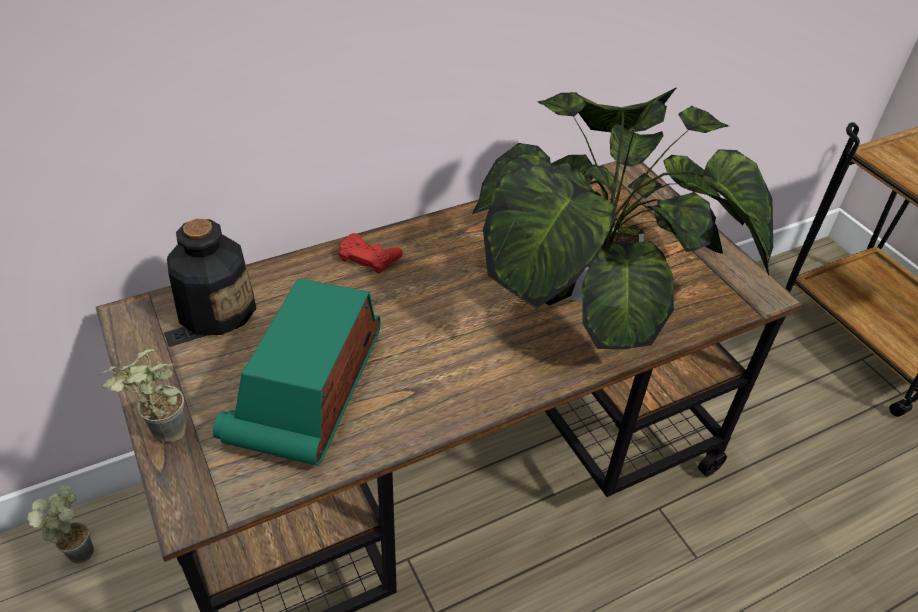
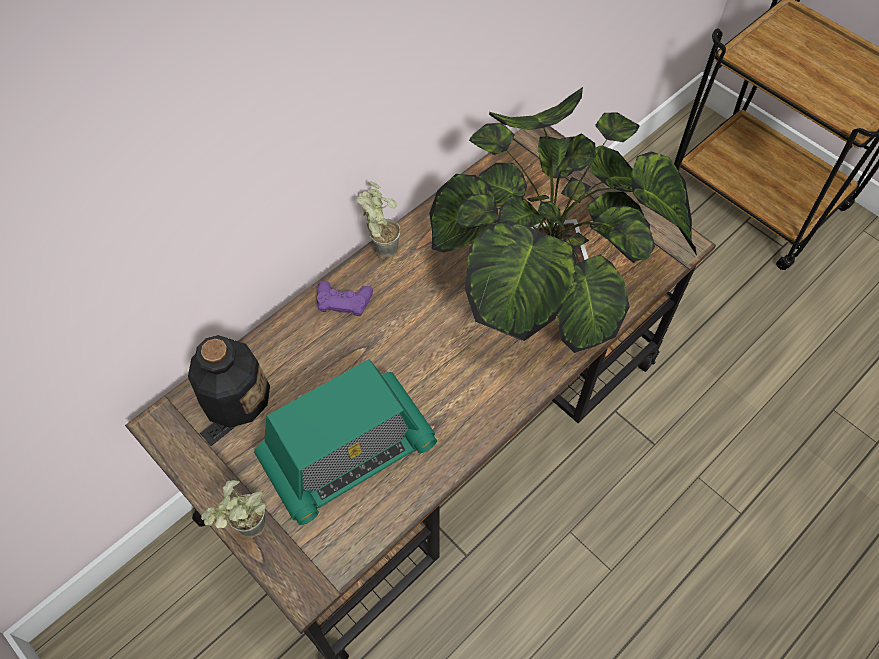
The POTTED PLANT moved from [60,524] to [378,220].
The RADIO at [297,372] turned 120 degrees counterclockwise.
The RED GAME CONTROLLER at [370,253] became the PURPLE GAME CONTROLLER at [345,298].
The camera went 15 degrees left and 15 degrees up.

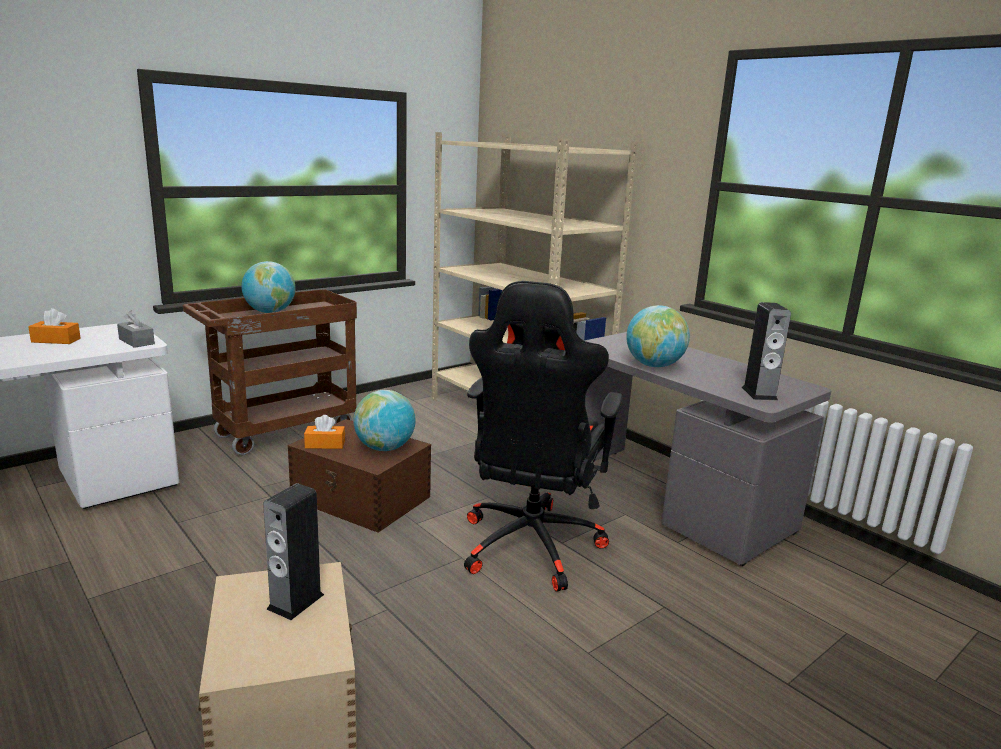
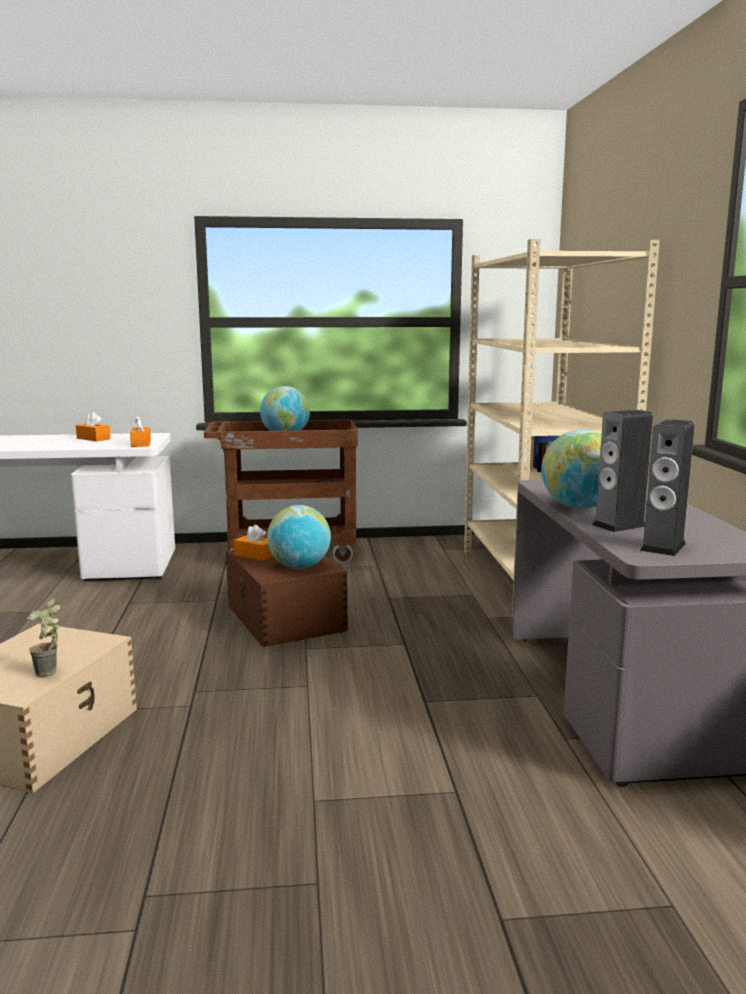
The GREY TISSUE BOX at [136,329] became the ORANGE TISSUE BOX at [140,431].
The SPEAKER moved from [293,551] to [622,471].
The BLACK OFFICE CHAIR at [543,436] disappeared.
The POTTED PLANT at [43,637] appeared.
The camera went 35 degrees right and 5 degrees down.

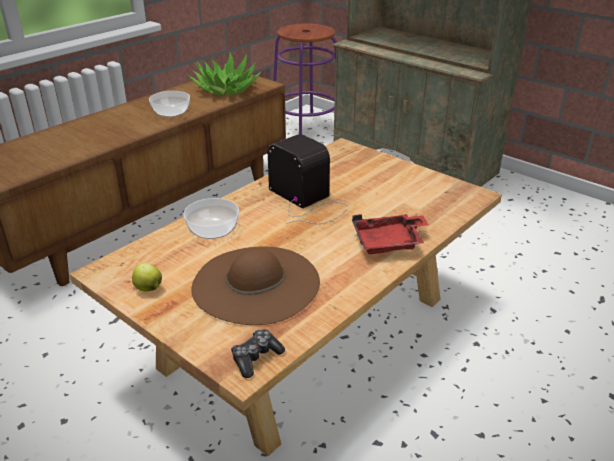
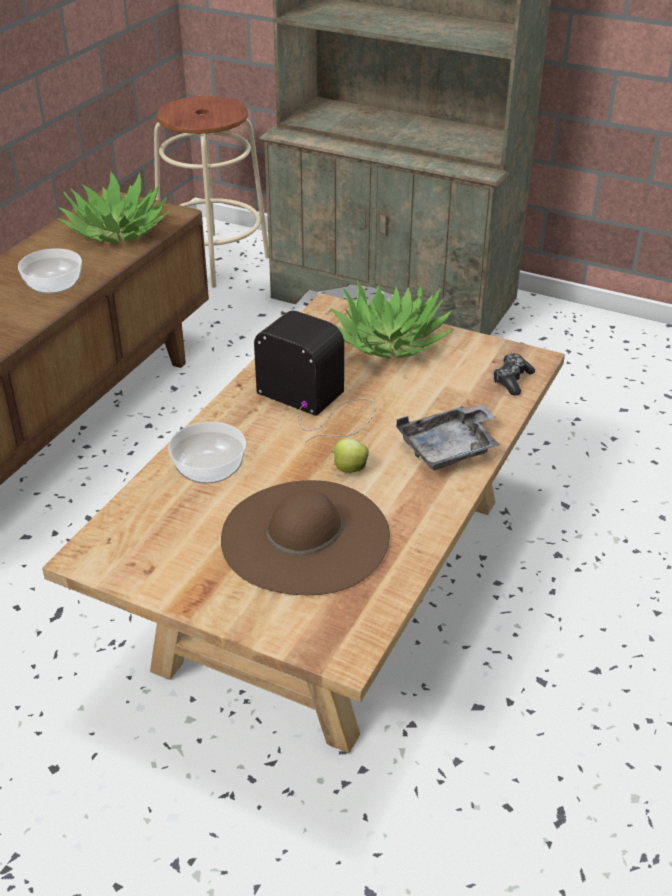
The APPLE moved from [147,277] to [350,456].
The GAME CONTROLLER moved from [258,354] to [514,375].
The PURPLE STOOL at [305,79] became the BEIGE STOOL at [211,192].
The RED TRAY at [390,234] became the GREY TRAY at [448,437].
The POTTED PLANT at [391,319] appeared.
The camera went 15 degrees left and 5 degrees up.

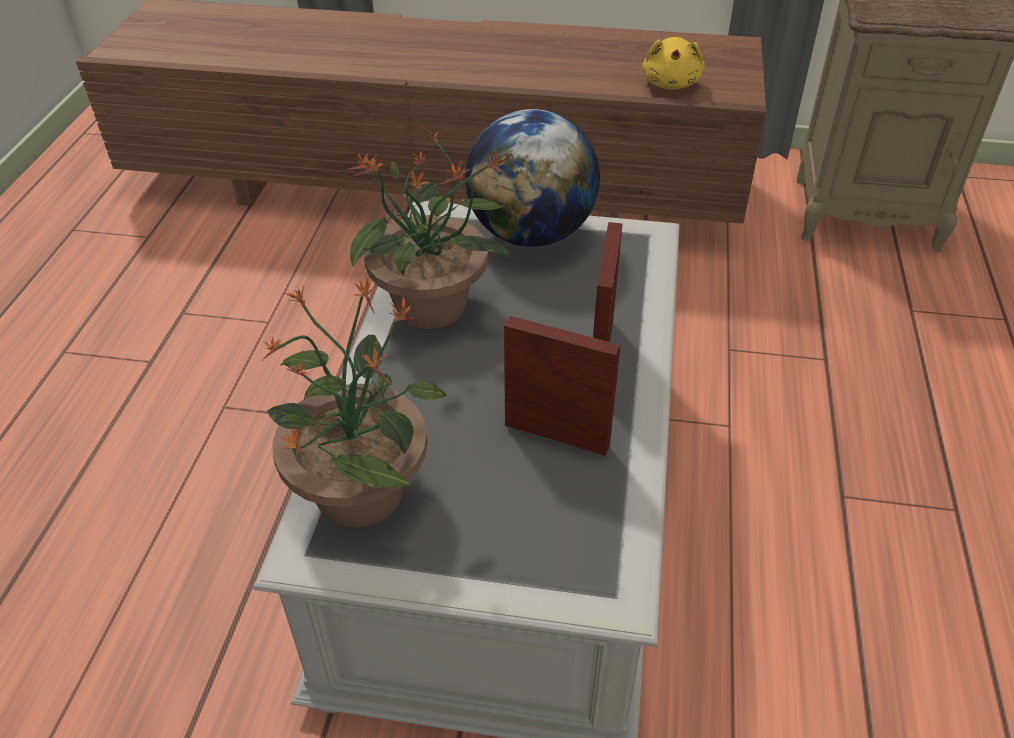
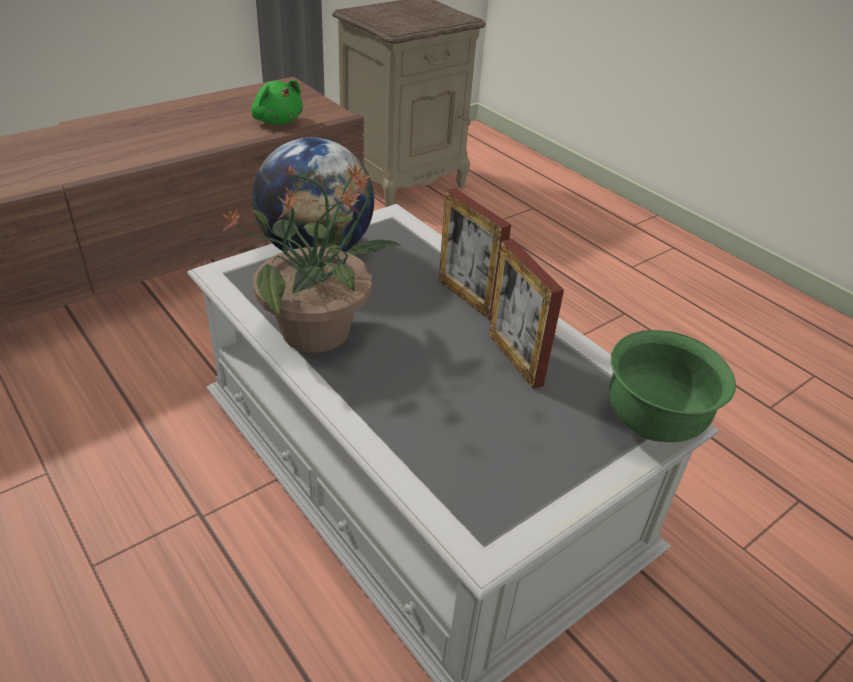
The POTTED PLANT at [354,403] disappeared.
The PICTURE FRAME at [562,385] turned 90 degrees counterclockwise.
The YELLOW PLUSH TOY at [673,63] became the GREEN PLUSH TOY at [277,102].
The GREEN BOWL at [672,386] appeared.
The camera went 50 degrees left and 5 degrees down.

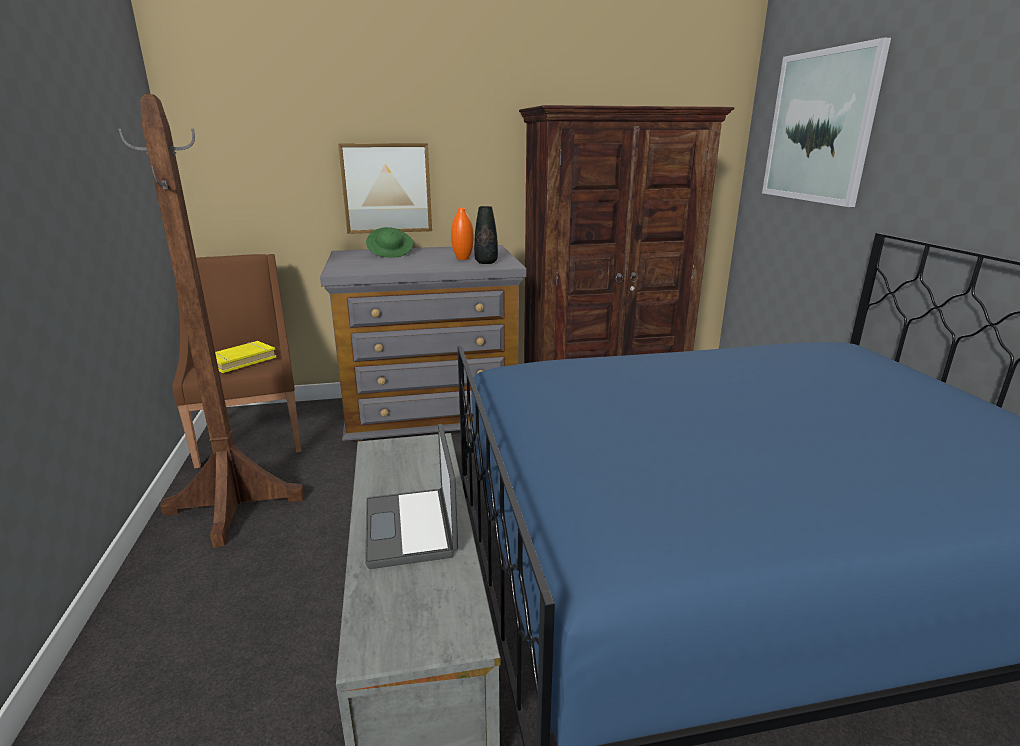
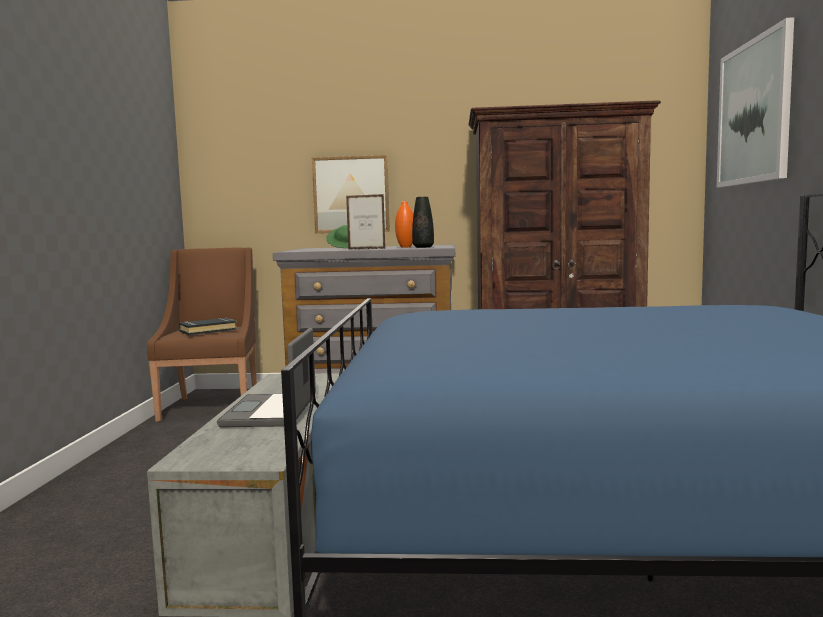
The BROWN CLOTHES RACK at [211,321] disappeared.
The YELLOW BOOK at [245,357] became the BLACK BOOK at [208,326].
The PICTURE FRAME at [366,221] appeared.
The camera went 15 degrees right and 15 degrees down.

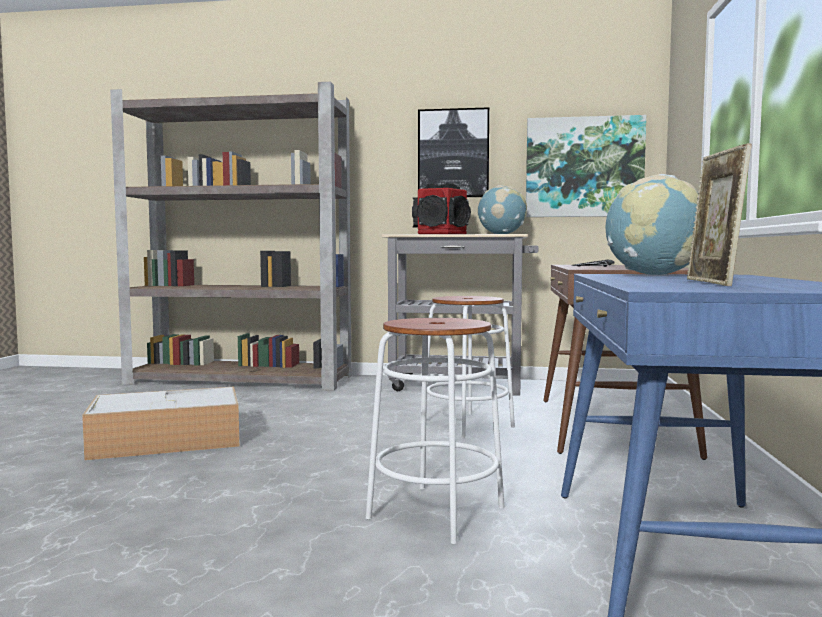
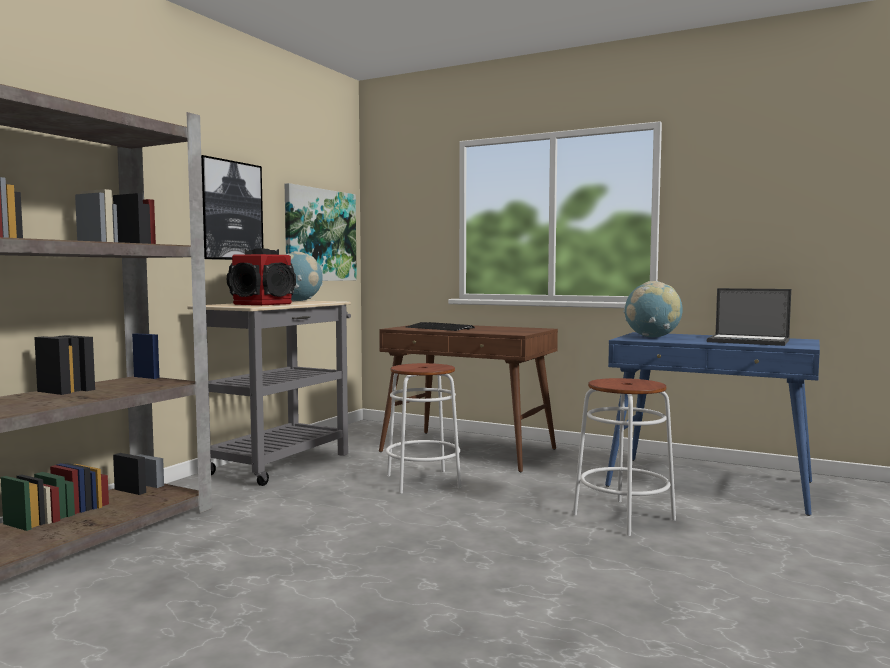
The STORAGE BOX at [160,423] disappeared.
The PICTURE FRAME at [719,214] was replaced by the LAPTOP at [749,317].
The camera went 70 degrees left and 0 degrees up.

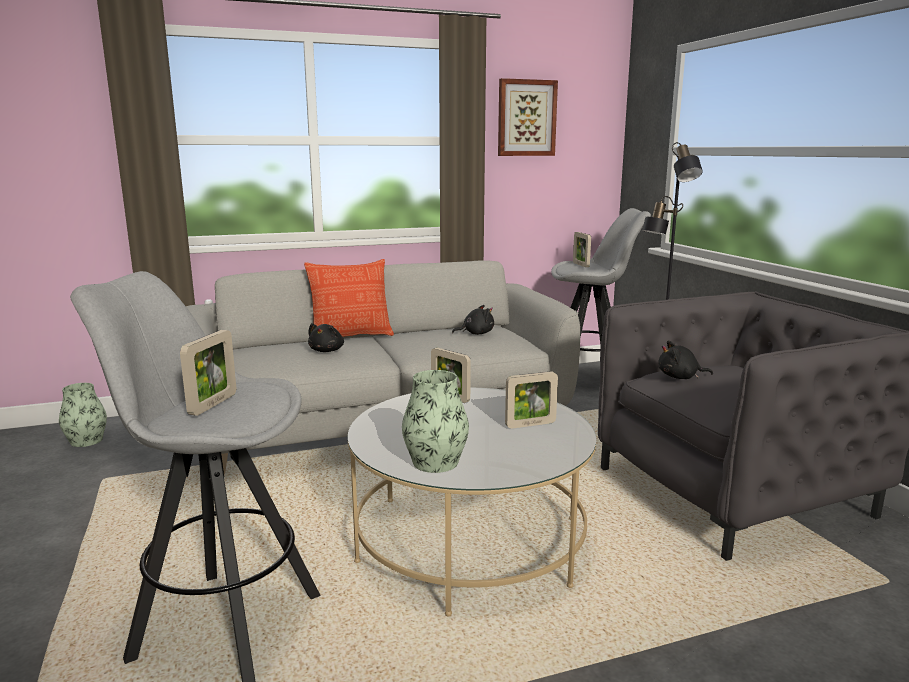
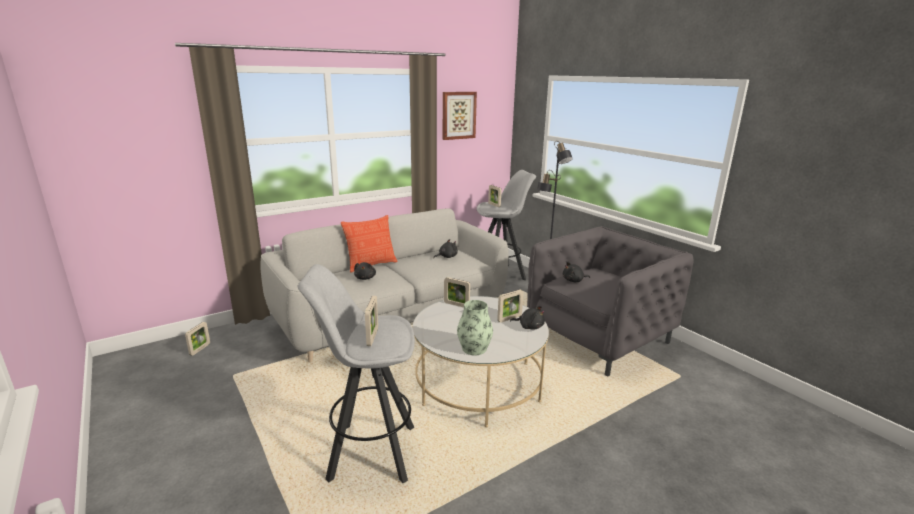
The VASE at [83,415] was replaced by the PICTURE FRAME at [197,339].
The BLACK PLUSH TOY at [527,318] appeared.
The camera went 15 degrees left and 5 degrees up.

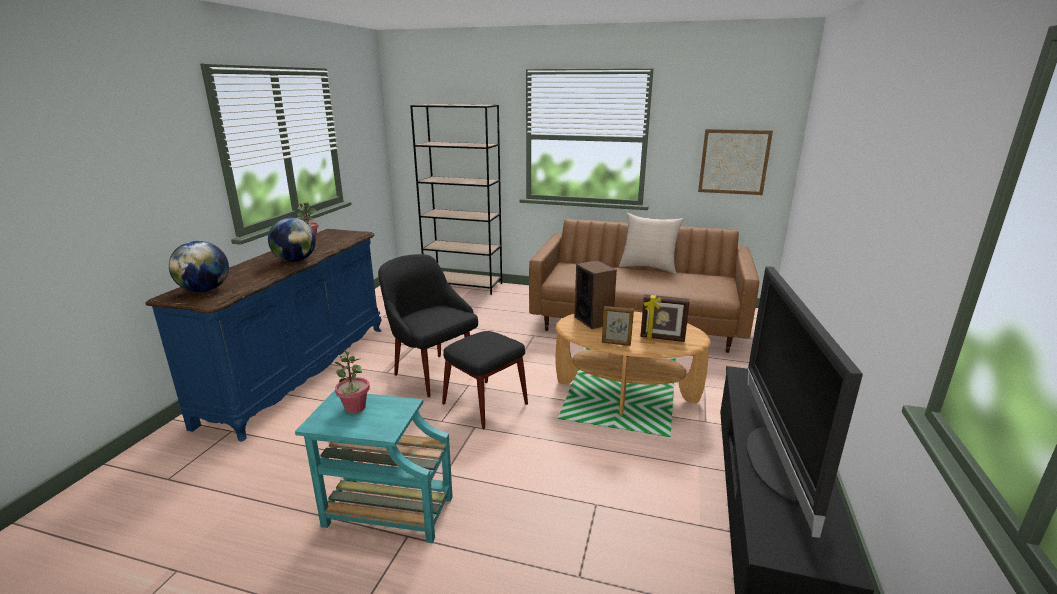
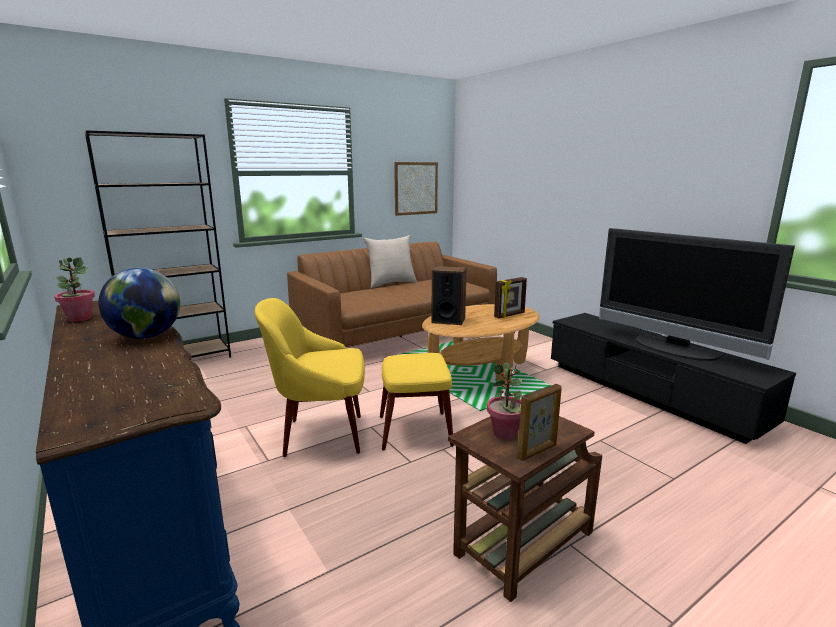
The GLOBE at [199,266] disappeared.
The TURQUOISE SIDE TABLE at [374,466] became the BROWN SIDE TABLE at [525,509].
The BLACK ARMCHAIR at [453,342] became the YELLOW ARMCHAIR at [354,377].
The PICTURE FRAME moved from [618,326] to [539,422].
The camera went 50 degrees left and 5 degrees down.

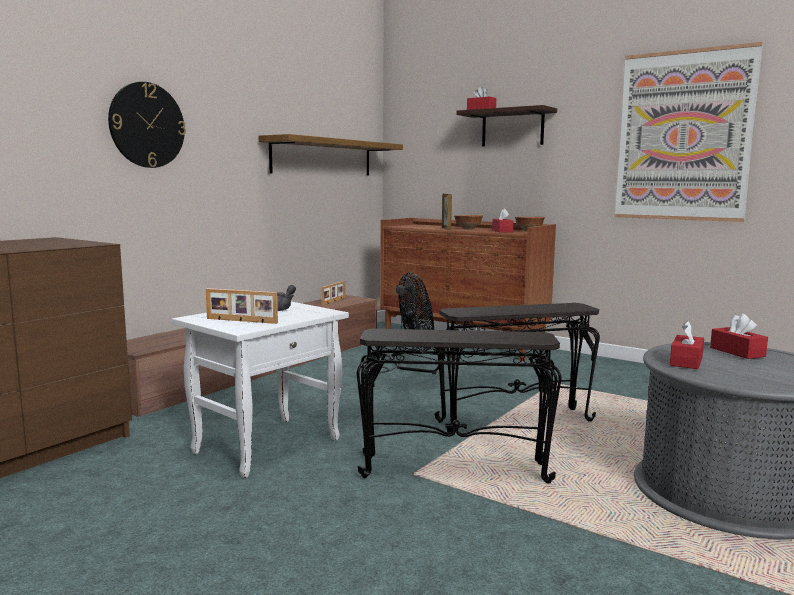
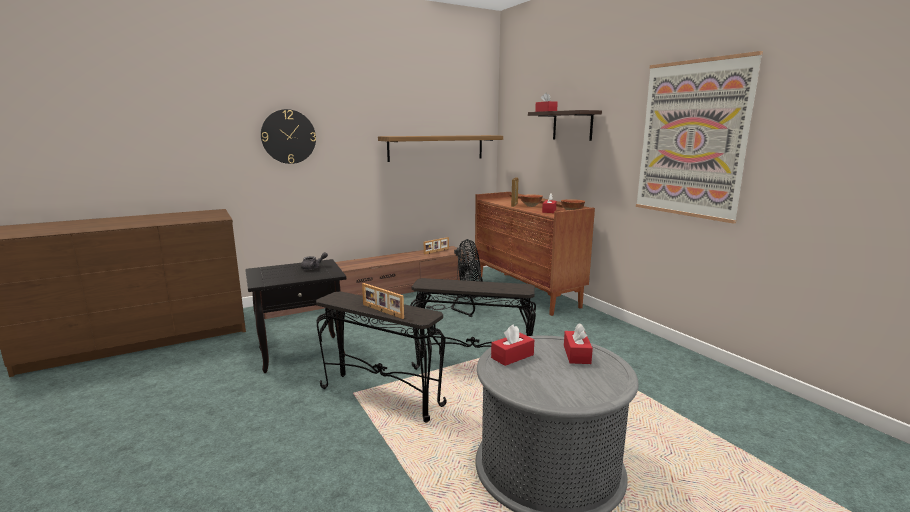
The WHITE SIDE TABLE at [260,390] became the BLACK SIDE TABLE at [296,316].
The PICTURE FRAME moved from [242,306] to [383,301].
The camera went 25 degrees right and 5 degrees up.

